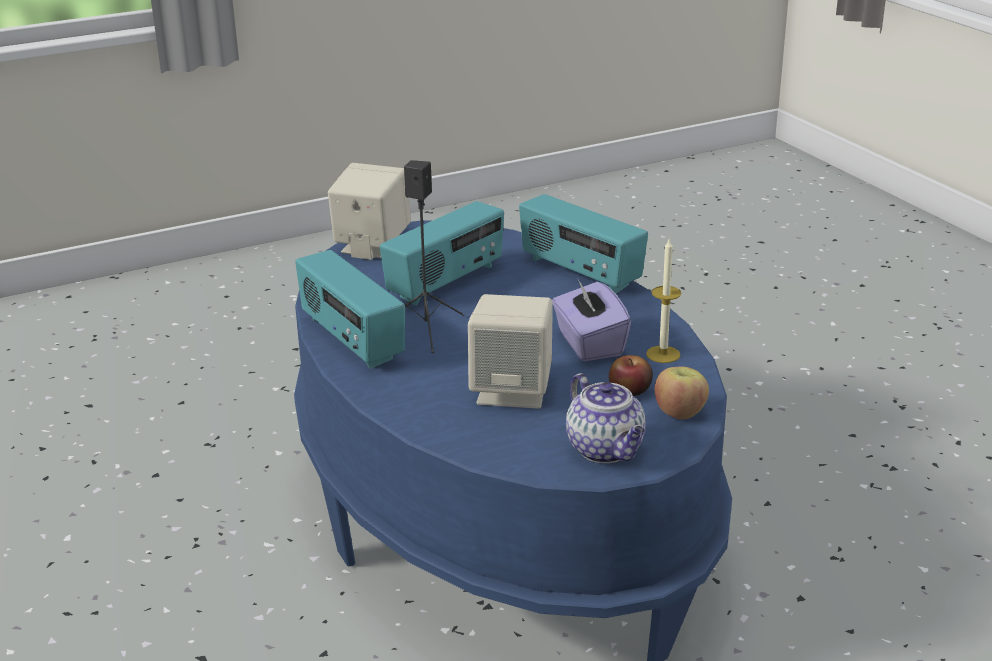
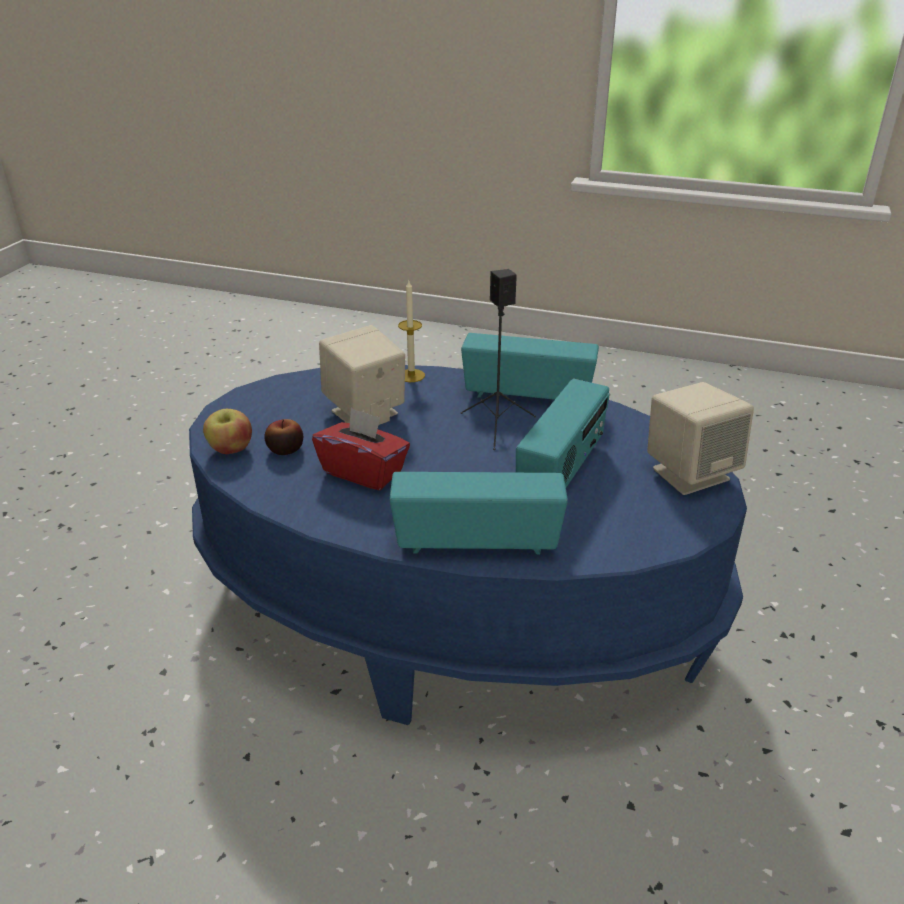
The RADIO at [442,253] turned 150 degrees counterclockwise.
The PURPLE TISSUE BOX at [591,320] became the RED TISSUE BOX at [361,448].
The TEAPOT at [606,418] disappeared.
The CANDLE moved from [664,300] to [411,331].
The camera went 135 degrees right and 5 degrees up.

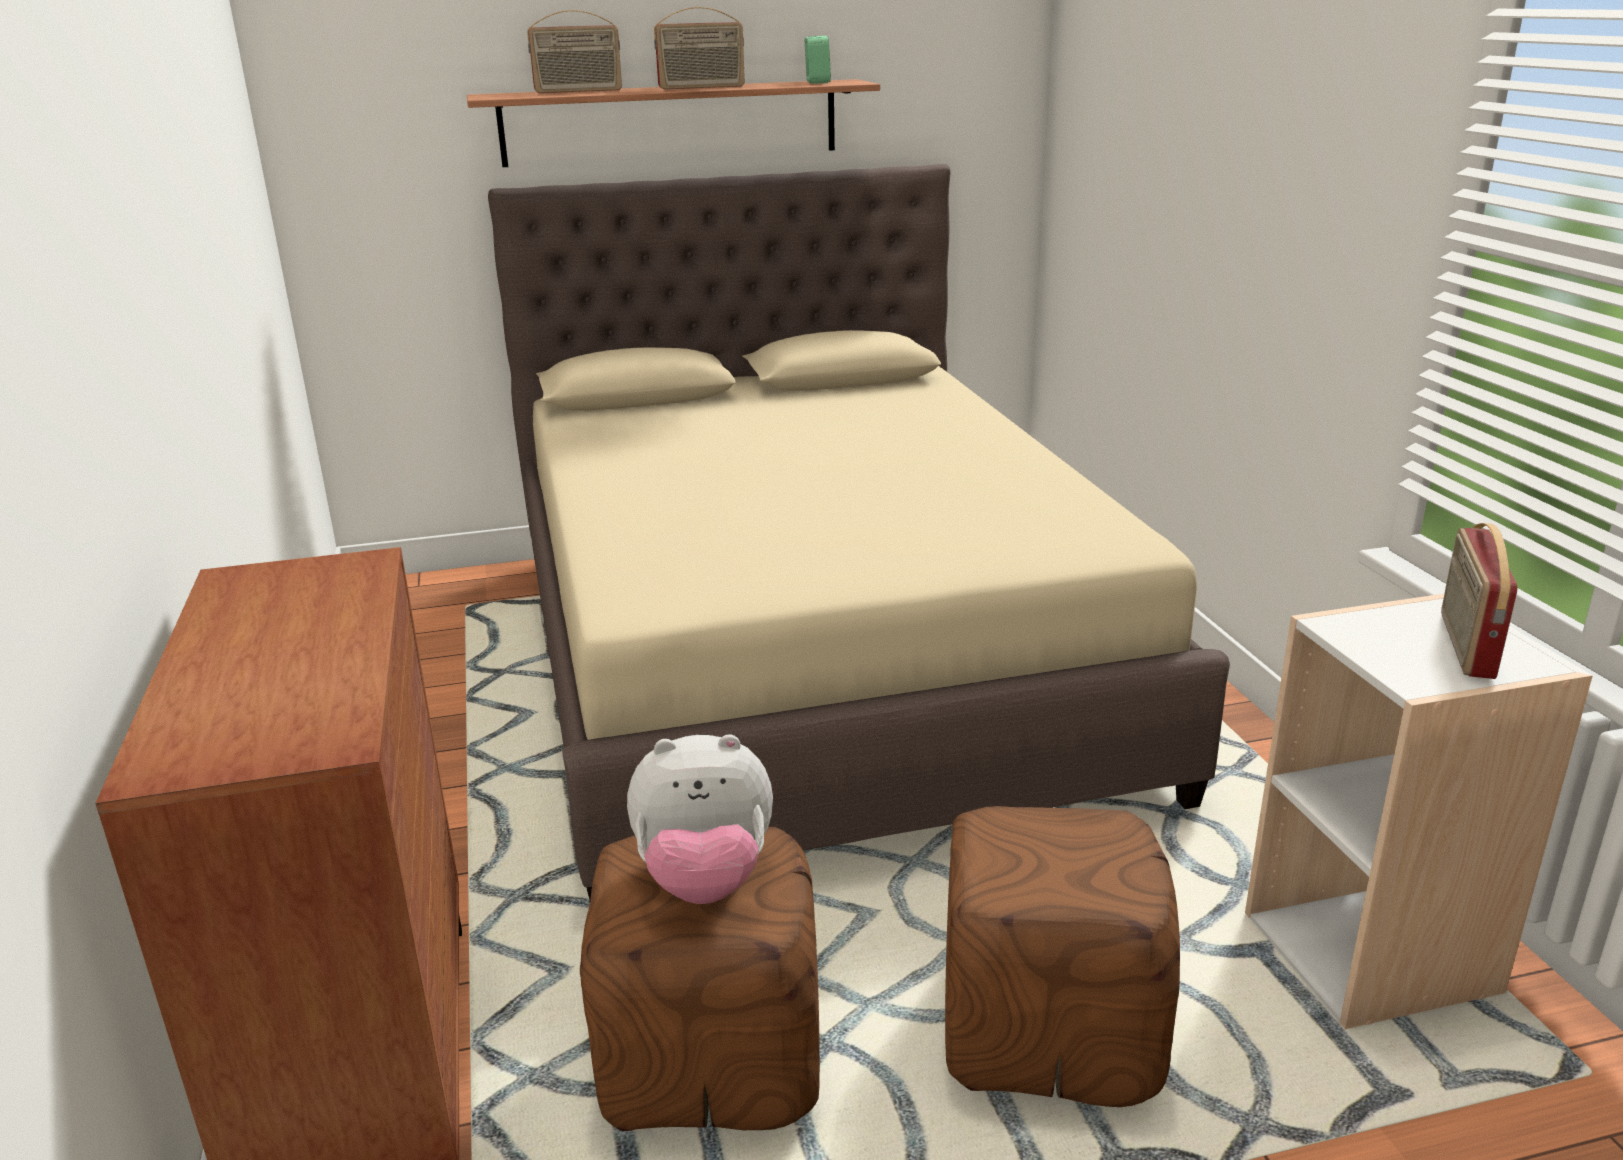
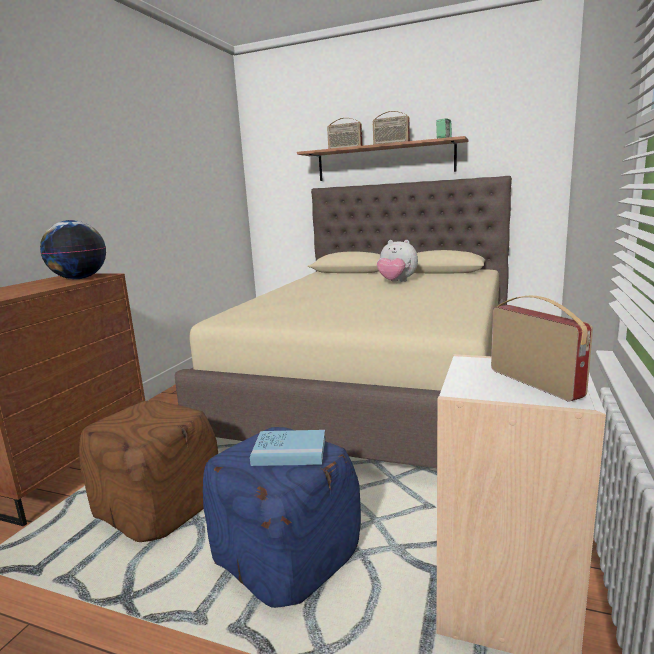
The PLUSH TOY moved from [700,819] to [397,261].
The BROWN OTTOMAN at [1062,956] became the BLUE OTTOMAN at [282,517].
The RADIO at [1479,601] turned 105 degrees clockwise.
The GLOBE at [73,249] appeared.
The BLUE BOOK at [288,448] appeared.
The camera went 35 degrees right and 10 degrees down.

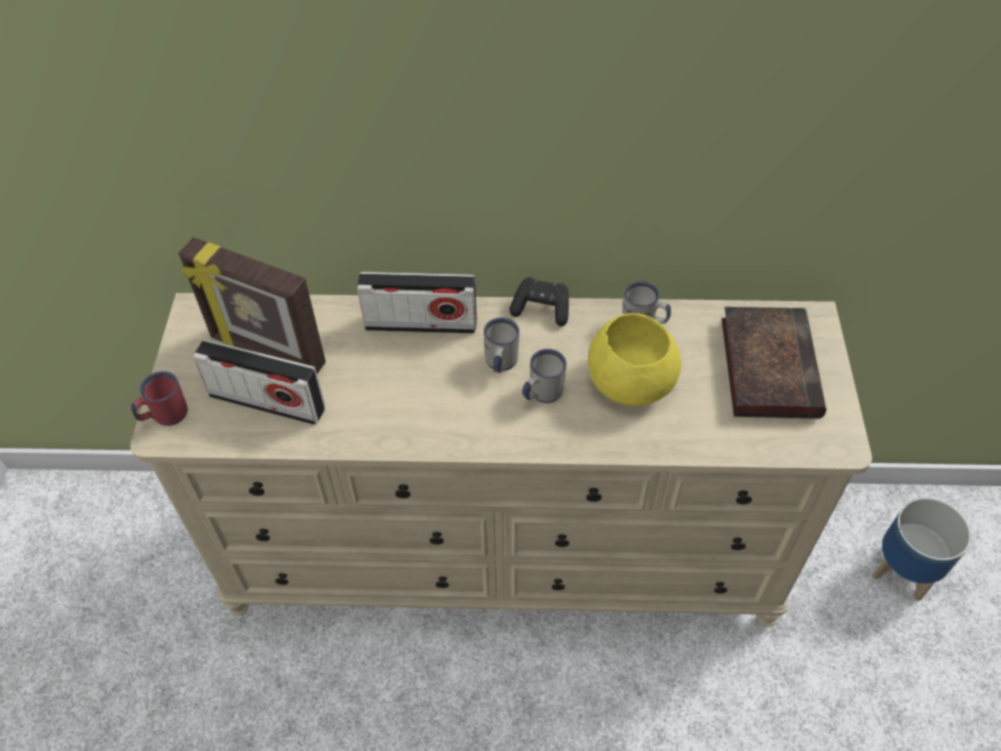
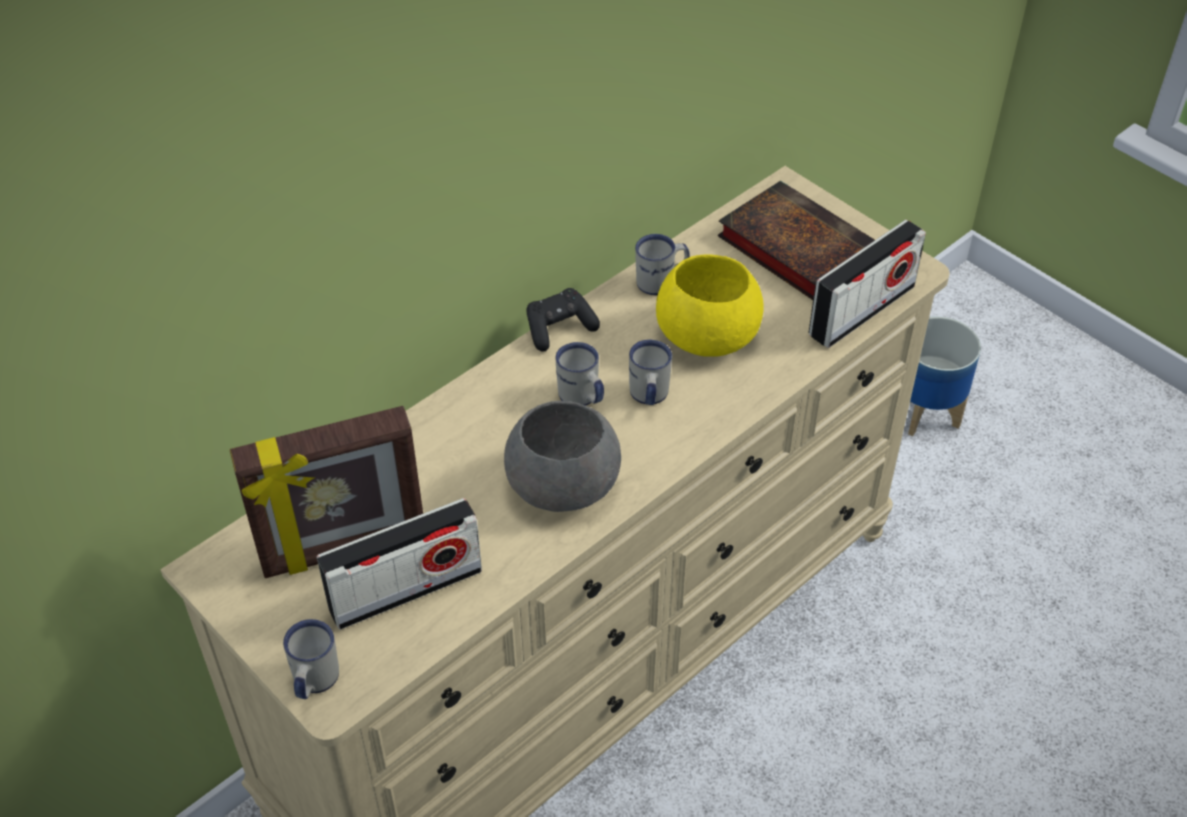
The RED MUG at [159,398] became the WHITE MUG at [311,659].
The RADIO moved from [417,303] to [867,284].
The GREY BOWL at [562,456] appeared.
The camera went 45 degrees left and 5 degrees down.

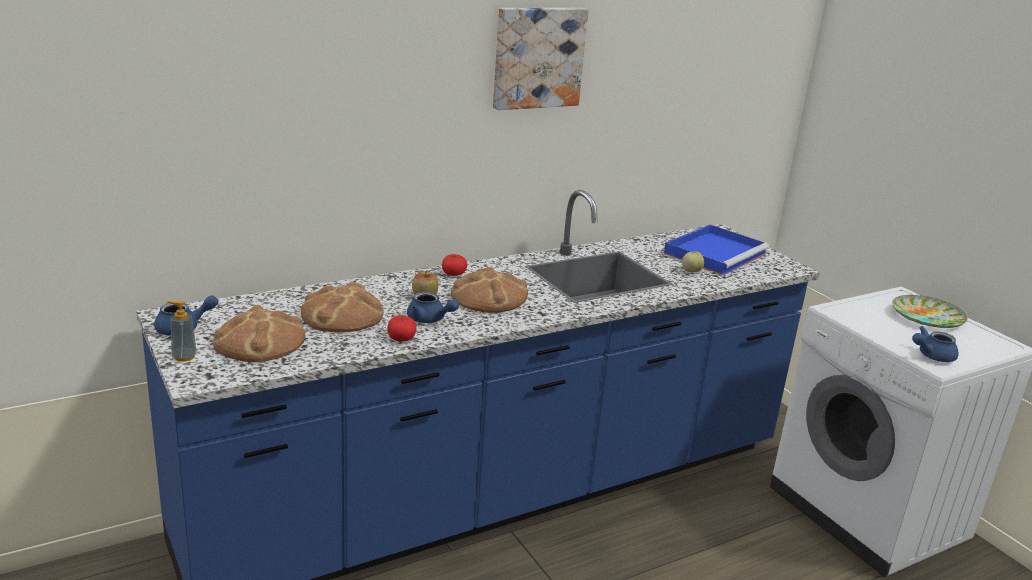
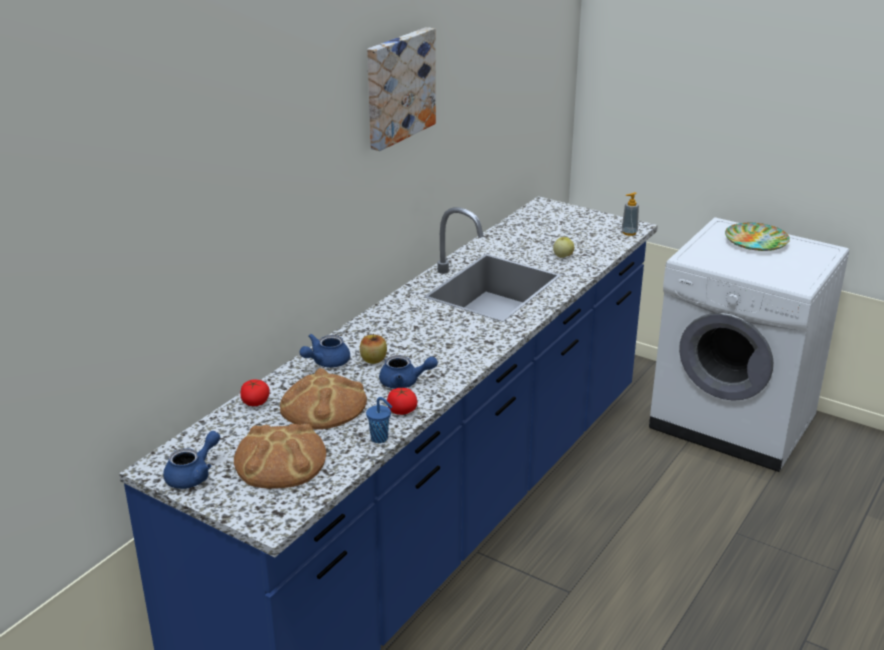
The SOAP DISPENSER moved from [182,331] to [630,214].
The TOMATO moved from [454,265] to [255,393].
The BREAD at [489,290] disappeared.
The BLUE TRAY at [716,250] disappeared.
The BLUE TEAPOT moved from [935,344] to [325,351].
The BLUE CUP at [379,420] appeared.
The camera went 25 degrees left and 5 degrees up.

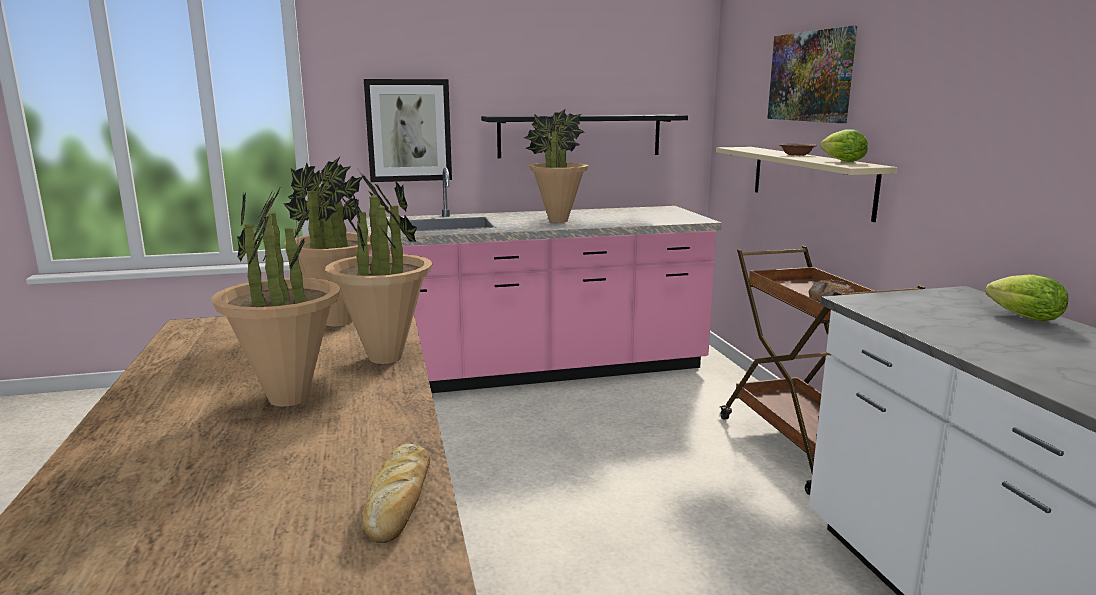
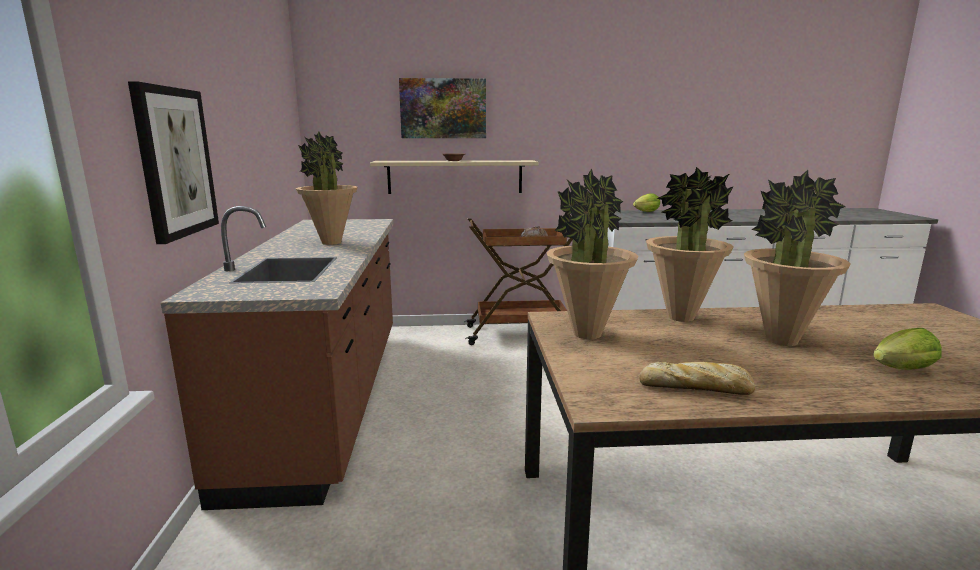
The BREAD moved from [396,493] to [697,378].
The PINK COUNTER at [544,280] became the BROWN COUNTER at [277,358].
The BLACK SHELF at [584,136] disappeared.
The LETTUCE moved from [844,145] to [907,349].
The camera went 80 degrees left and 0 degrees up.

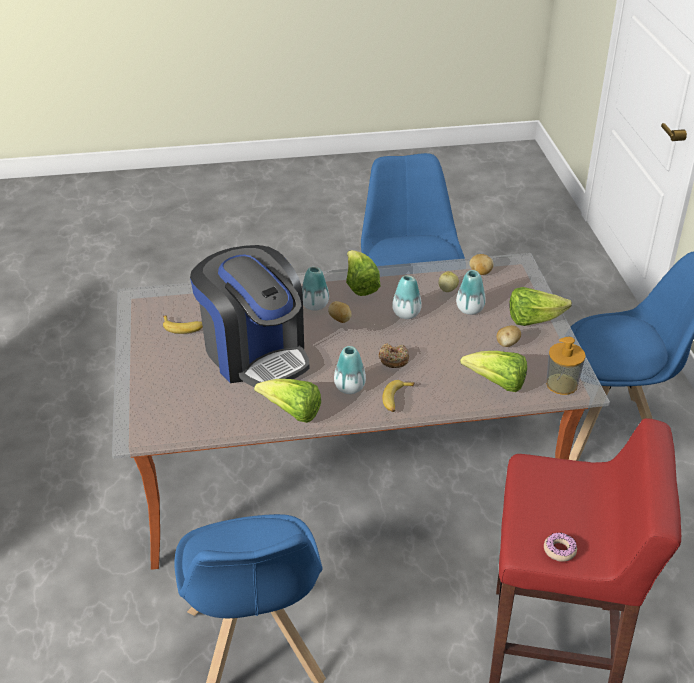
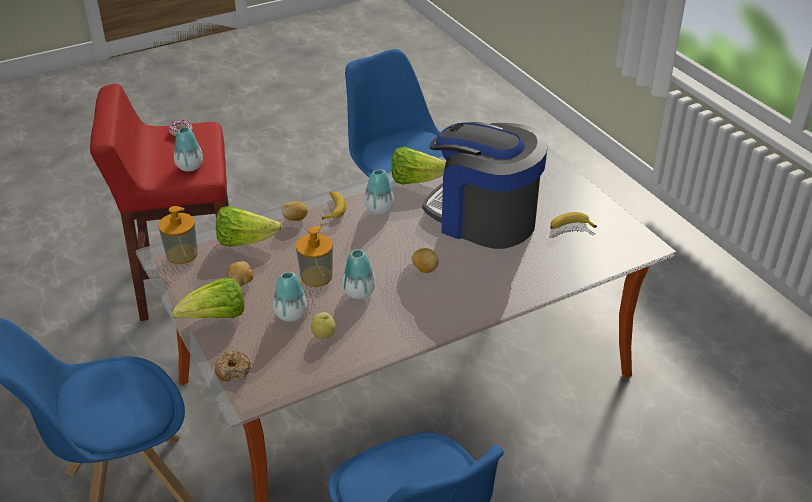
The VASE moved from [315,289] to [188,149].
The LETTUCE at [363,273] disappeared.
The DONUT moved from [394,355] to [233,366].
The POTATO moved from [481,264] to [295,211].
The SOAP DISPENSER at [314,256] appeared.
The camera went 160 degrees right and 0 degrees up.

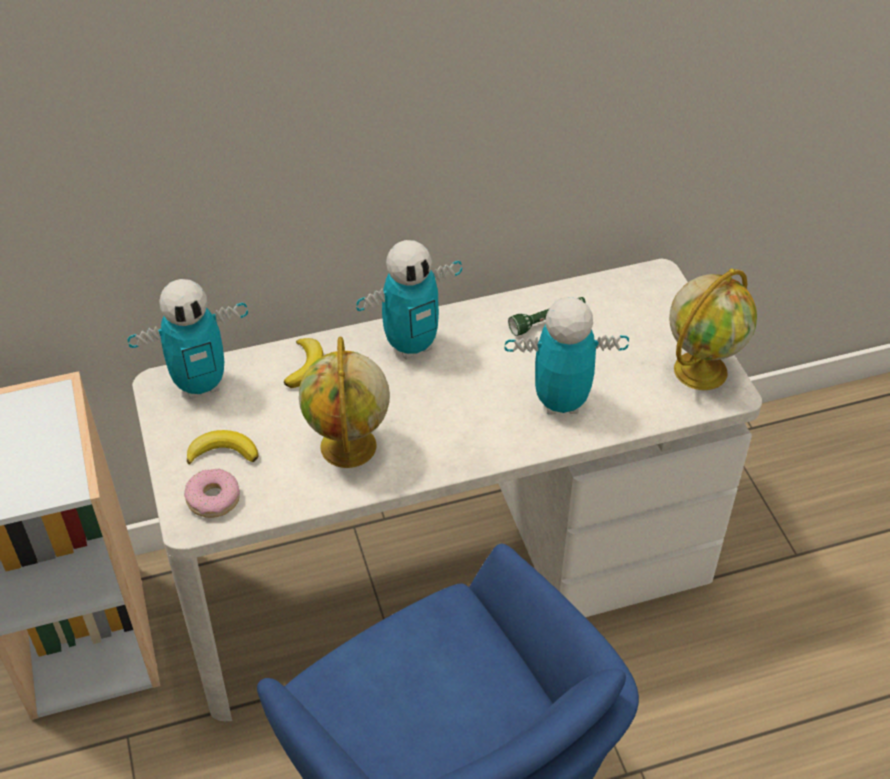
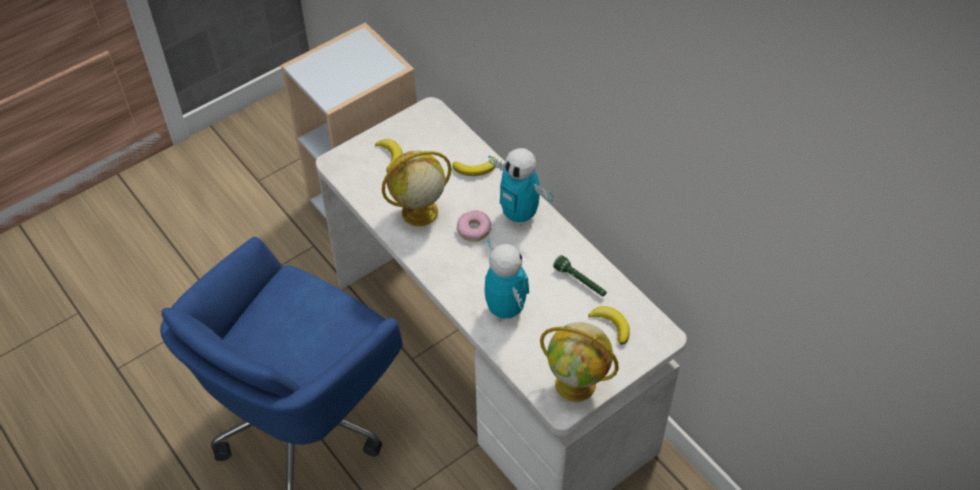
The TOY ROBOT at [187,339] disappeared.
The DONUT moved from [212,493] to [474,226].
The BANANA at [609,325] appeared.
The camera went 70 degrees right and 5 degrees up.

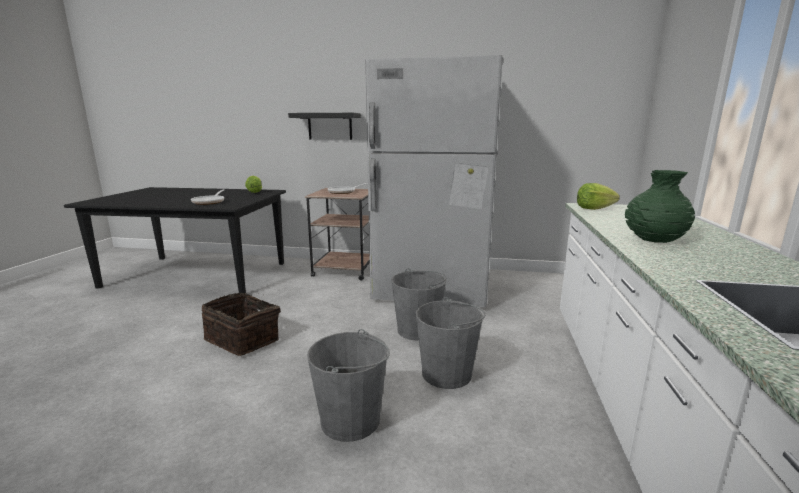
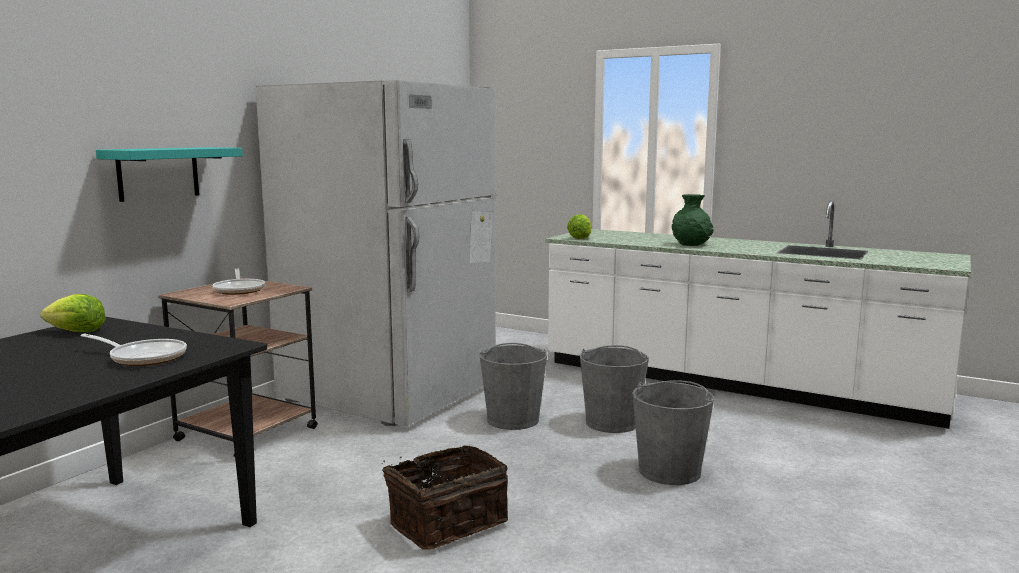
The BLACK SHELF at [324,126] became the TURQUOISE SHELF at [169,174].
The camera went 70 degrees left and 5 degrees down.

